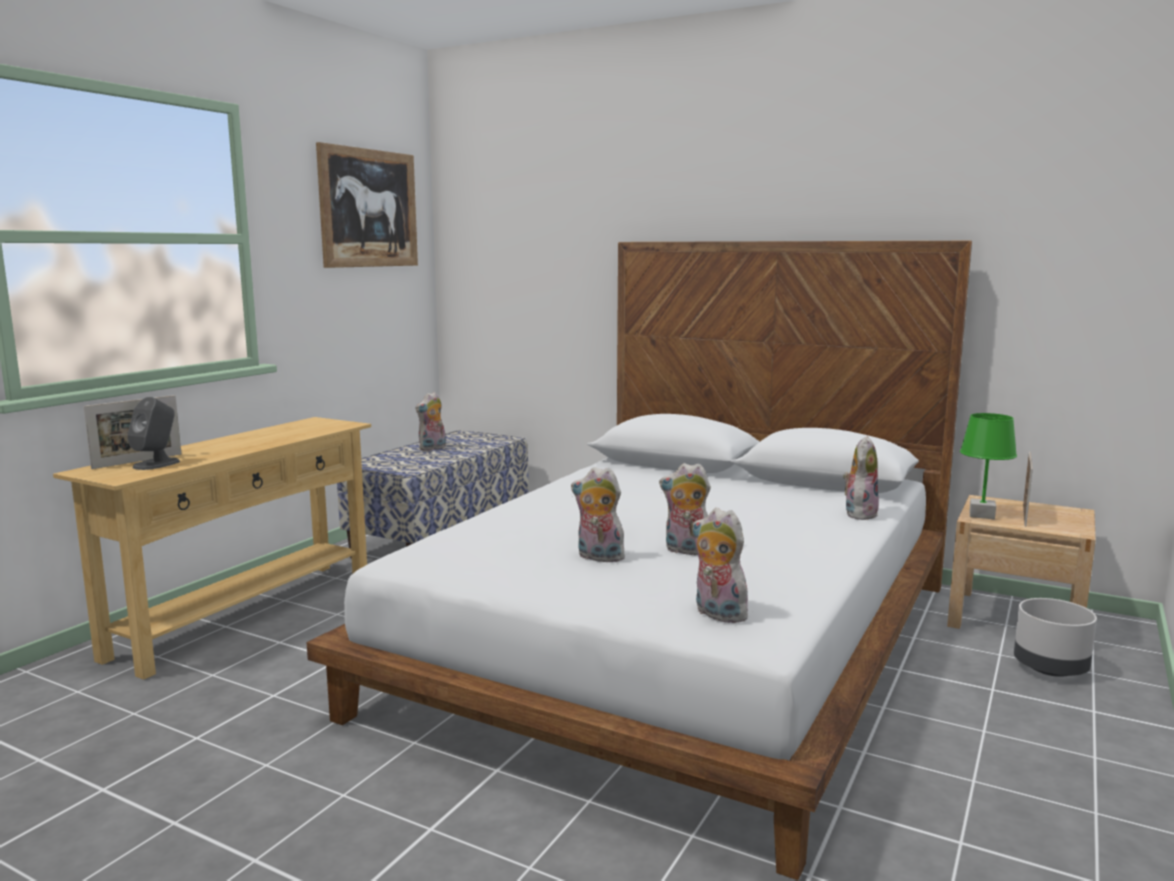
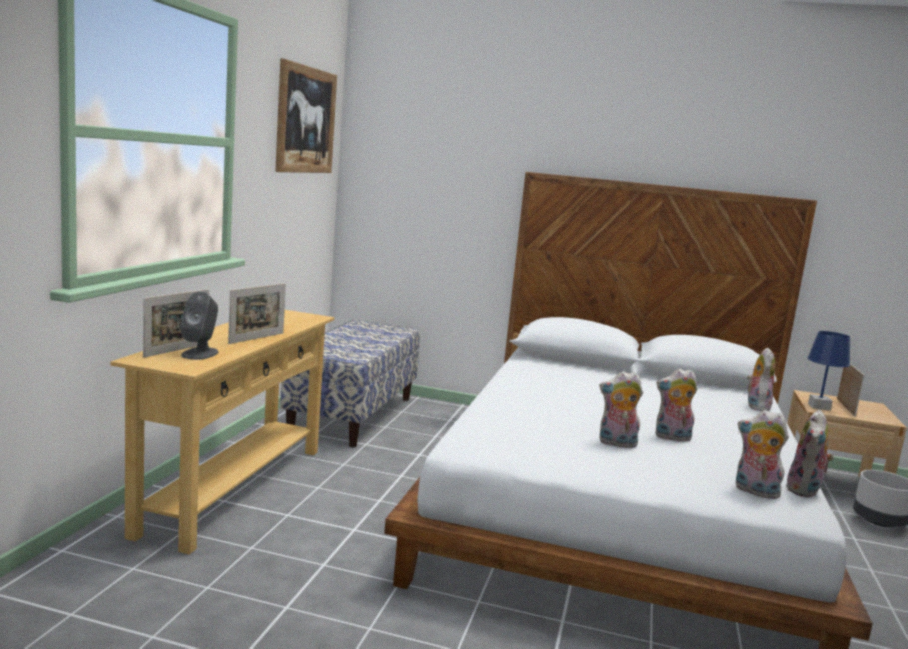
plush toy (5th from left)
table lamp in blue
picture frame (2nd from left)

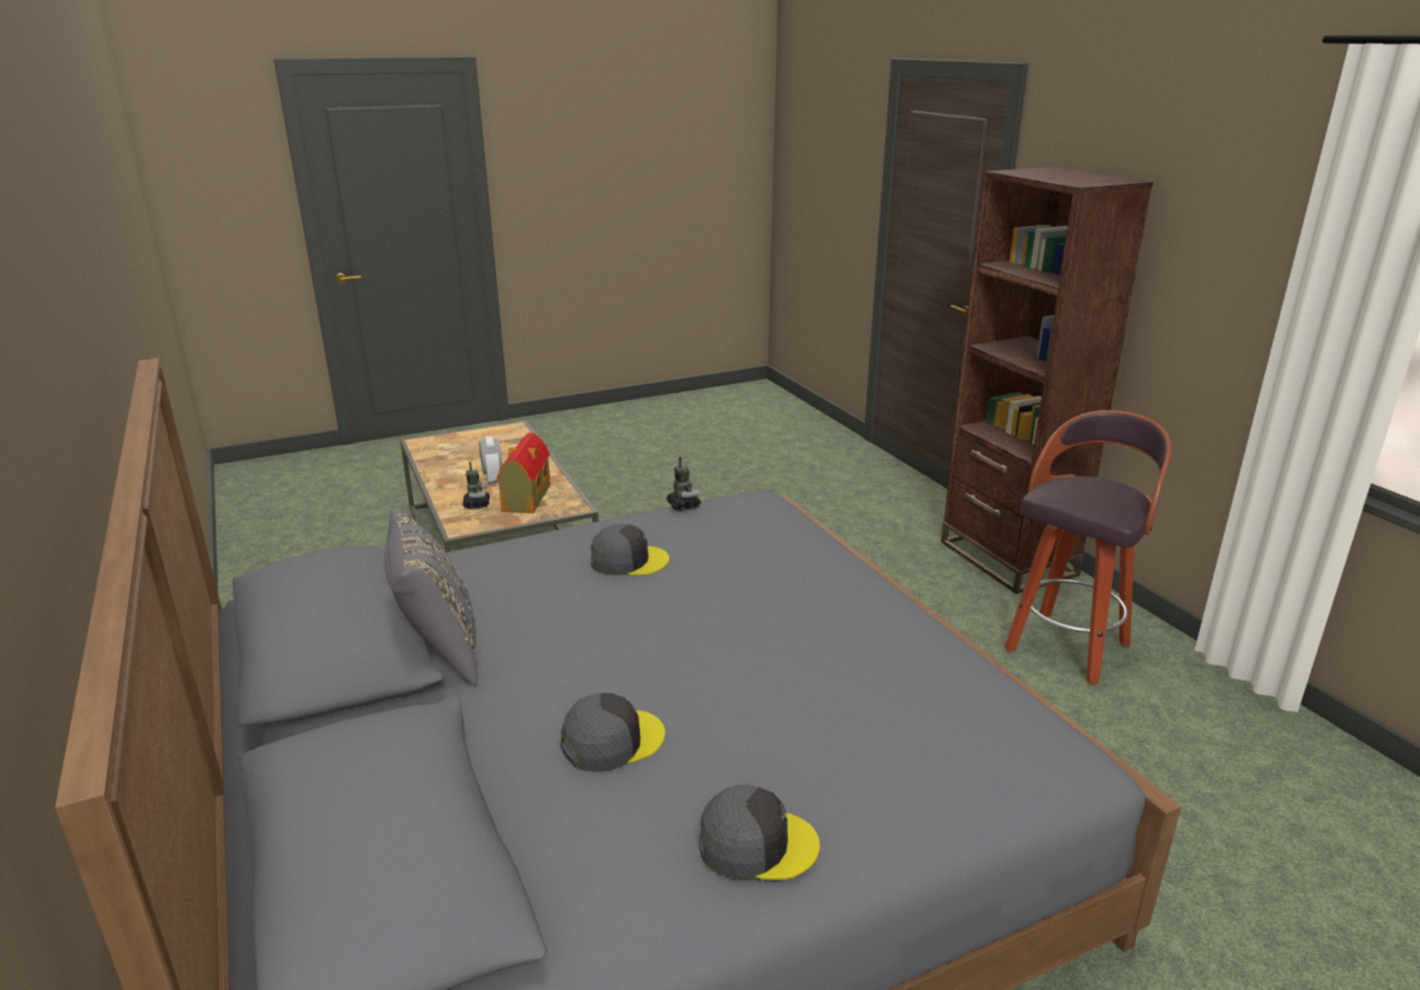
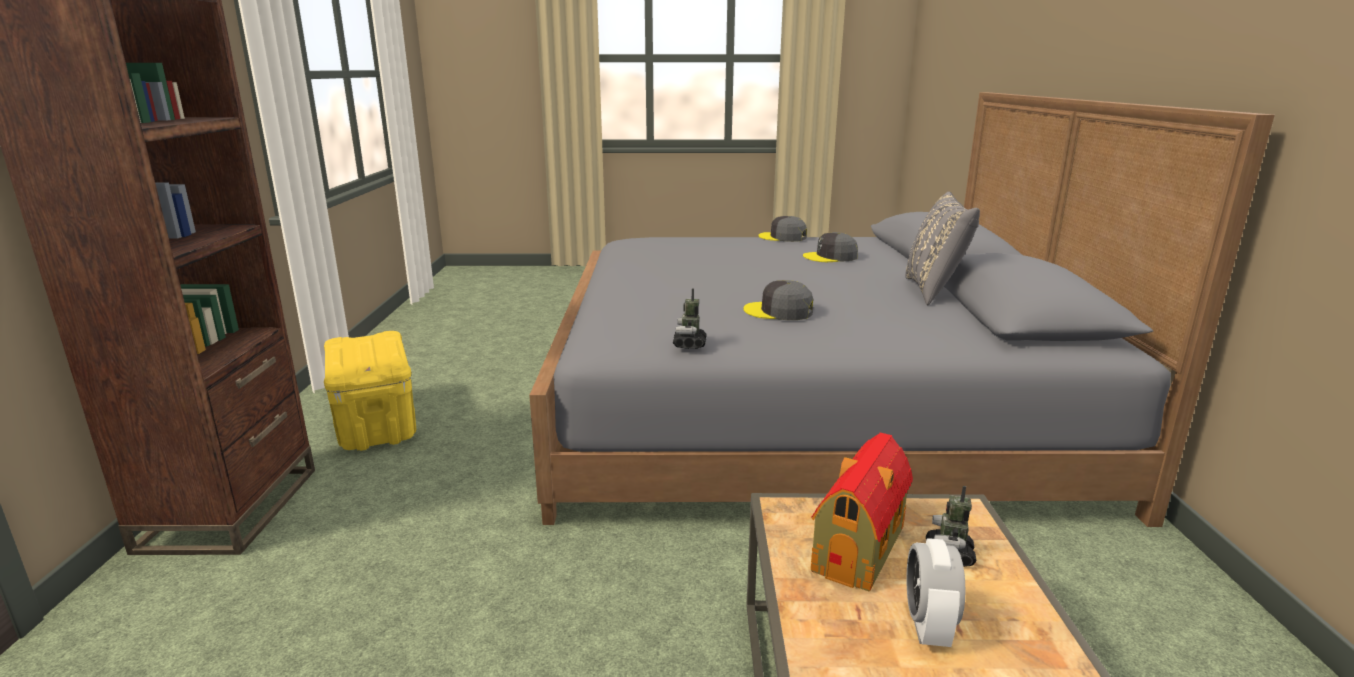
storage box in yellow

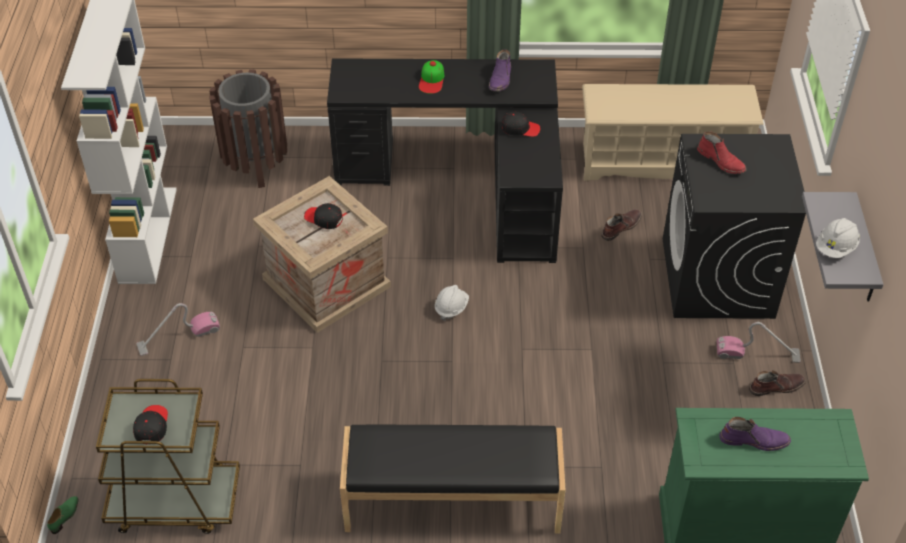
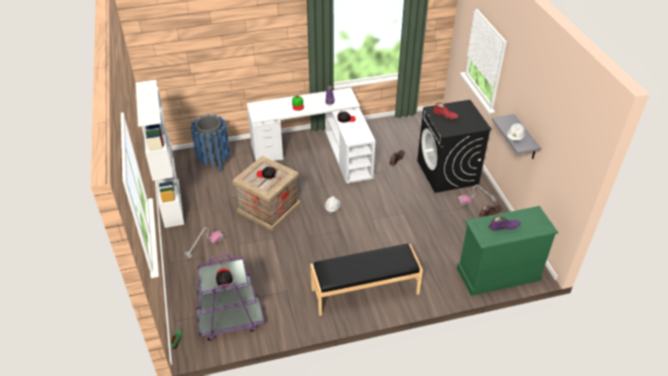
cart in purple
trash can in blue
desk in white
shoe rack in beige

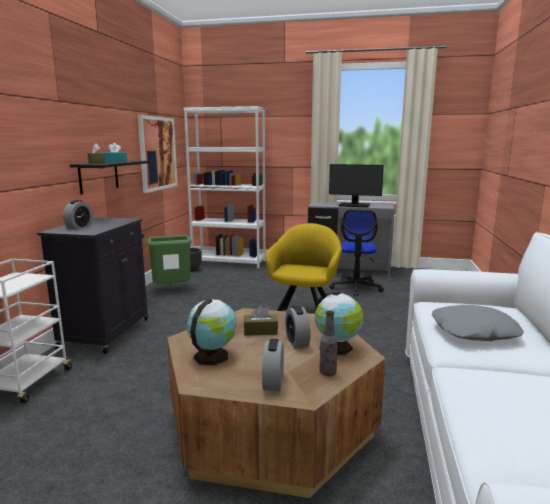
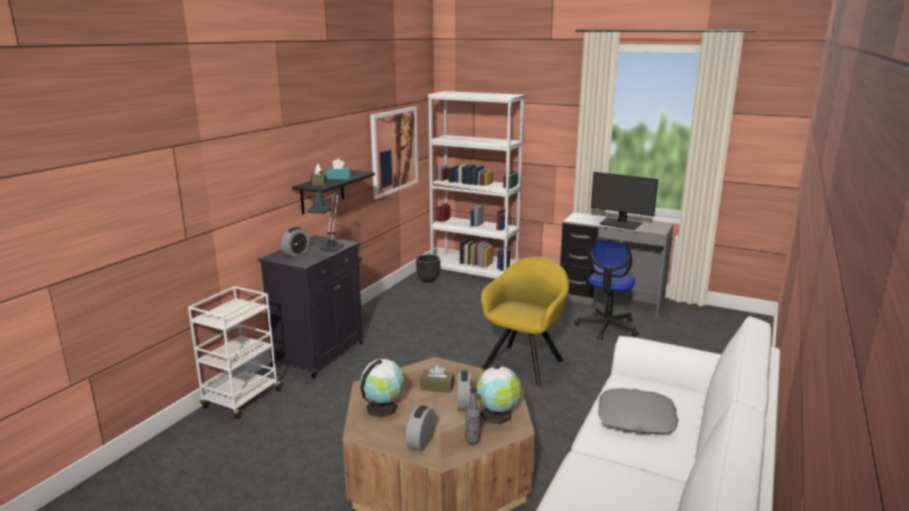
trash can in green
table lamp

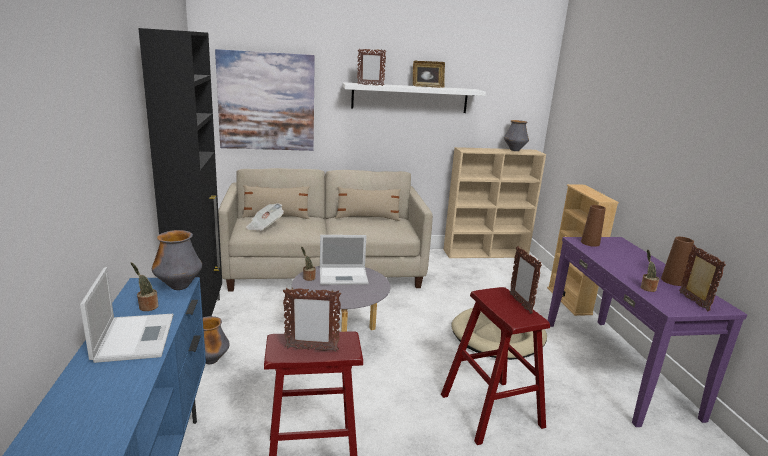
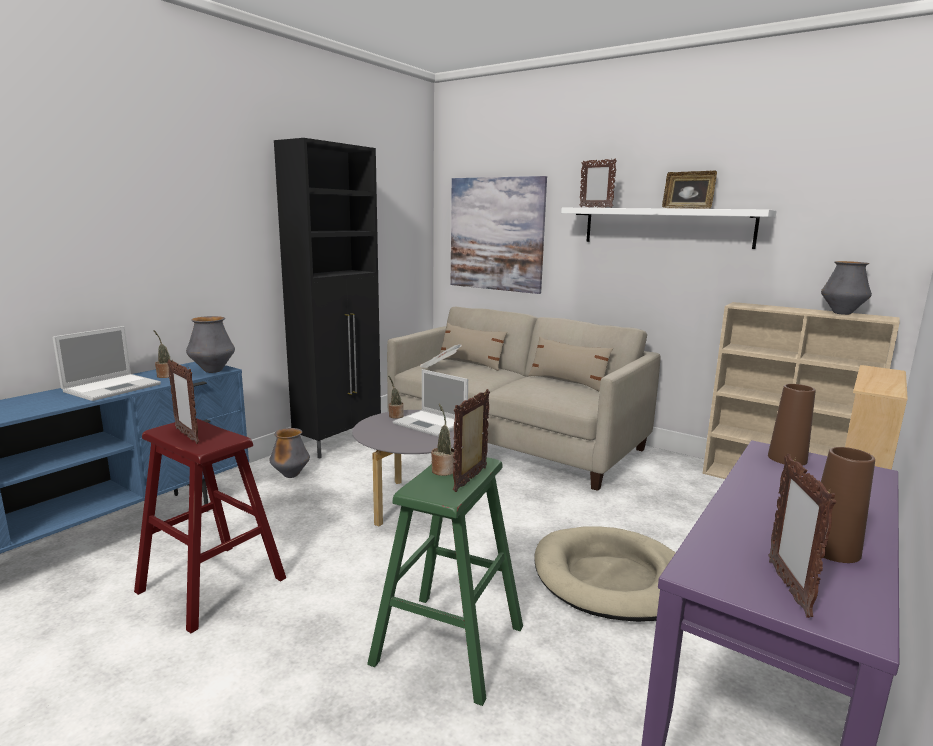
stool in green
potted plant (3rd from left)
picture frame (5th from left)

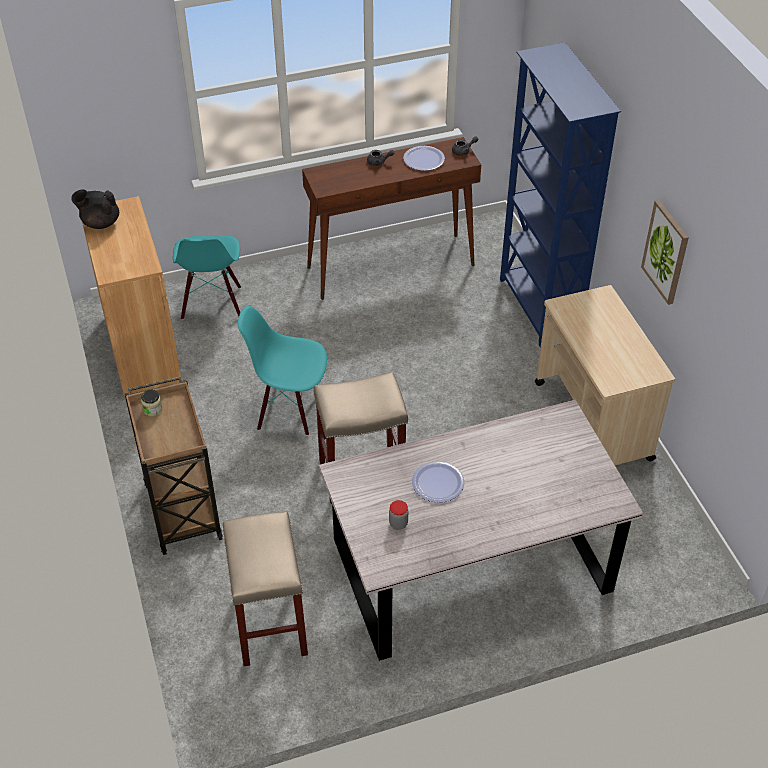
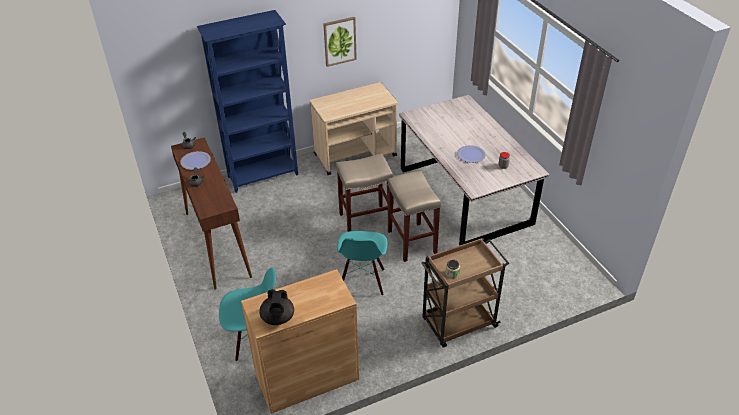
stool in beige (1st from left)

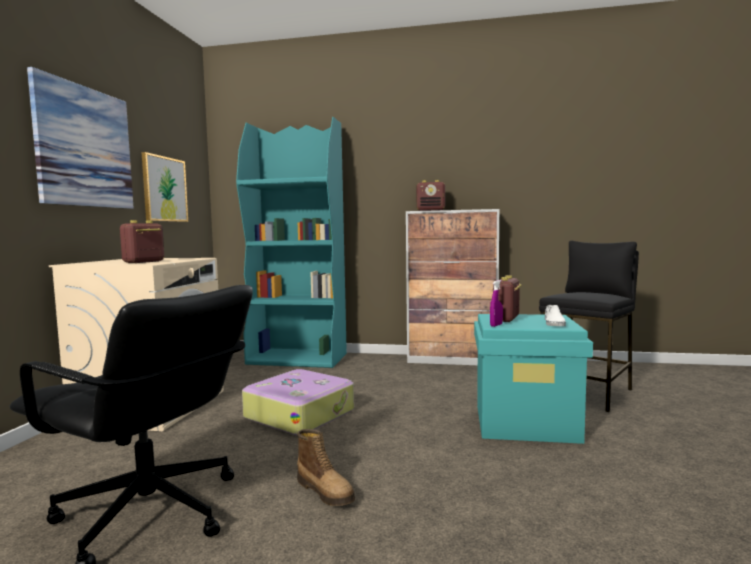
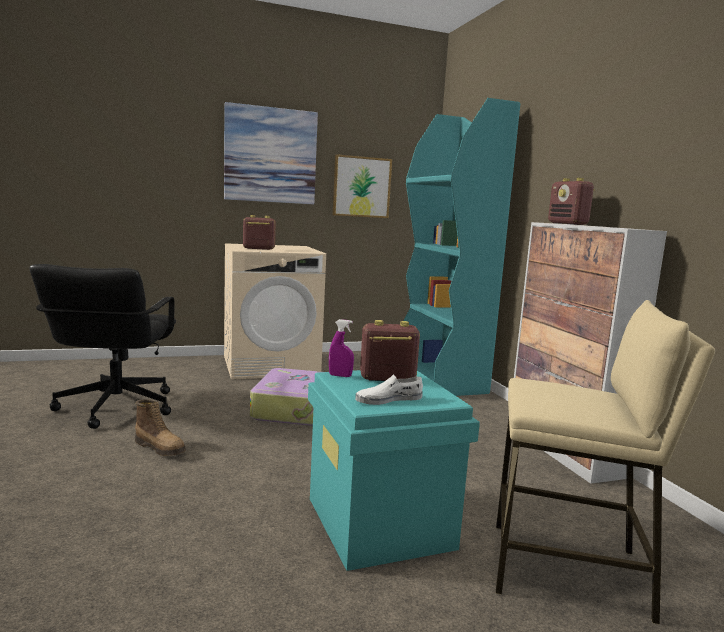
boot
stool in beige

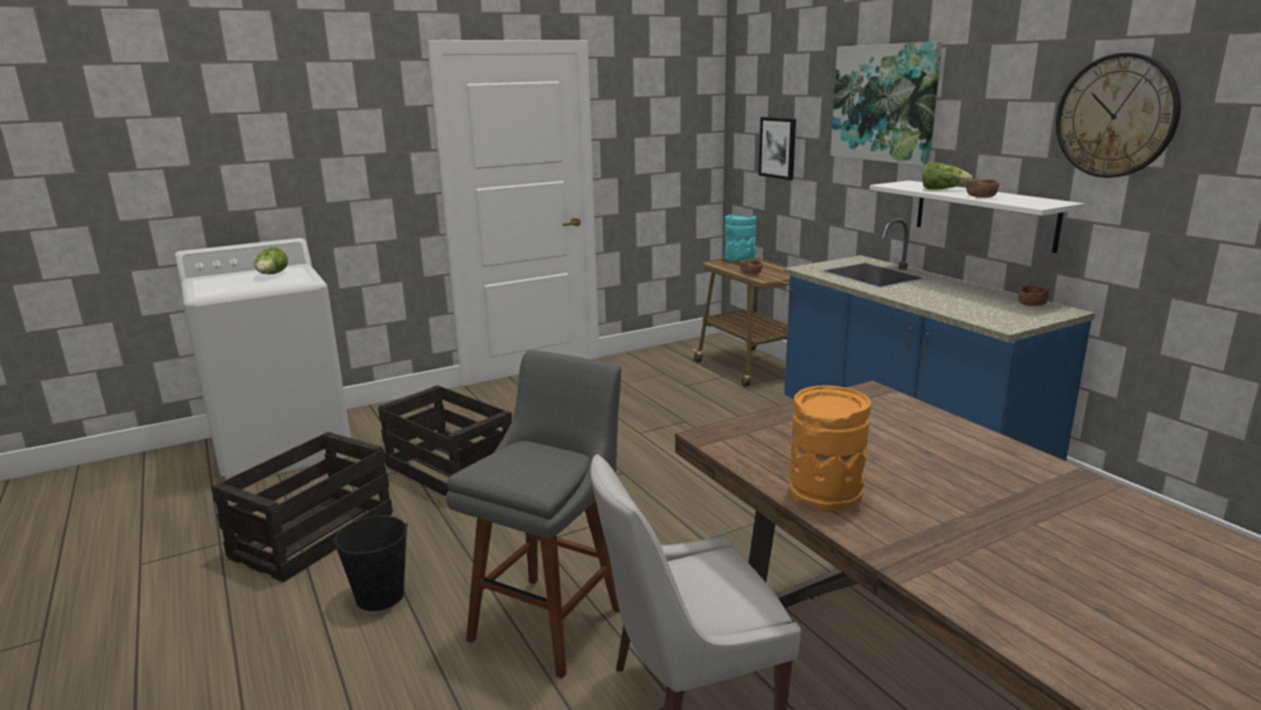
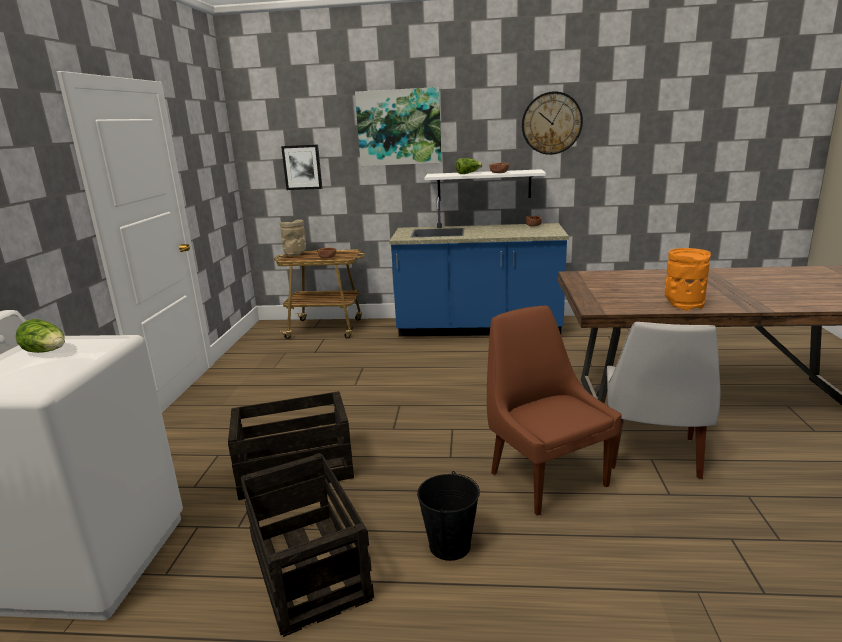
chair in brown
vase in beige

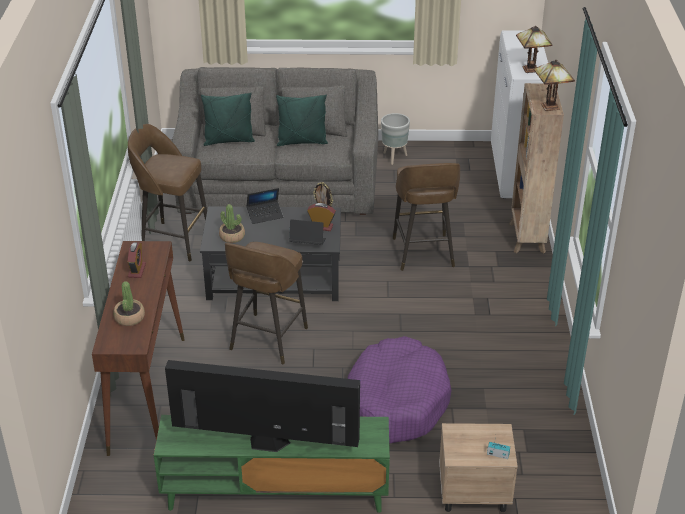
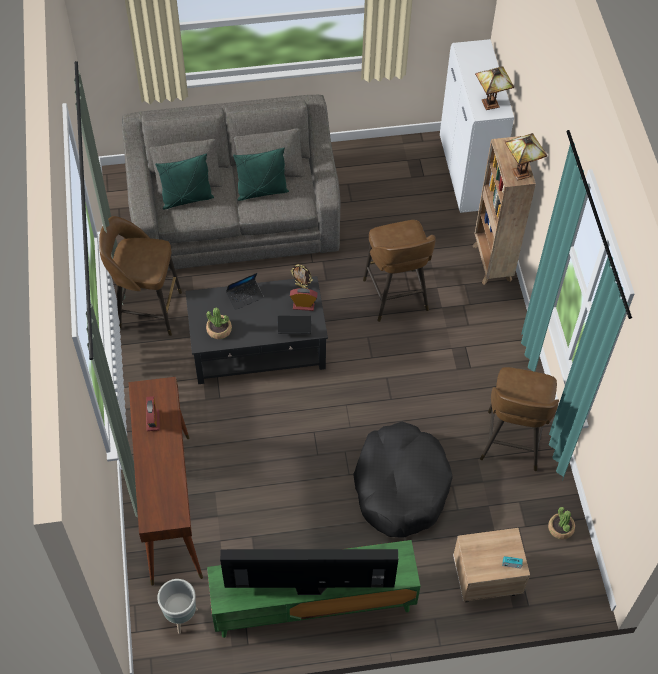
potted plant (2nd from left)
stool in brown (3rd from left)
dog bed in black
planter in grey

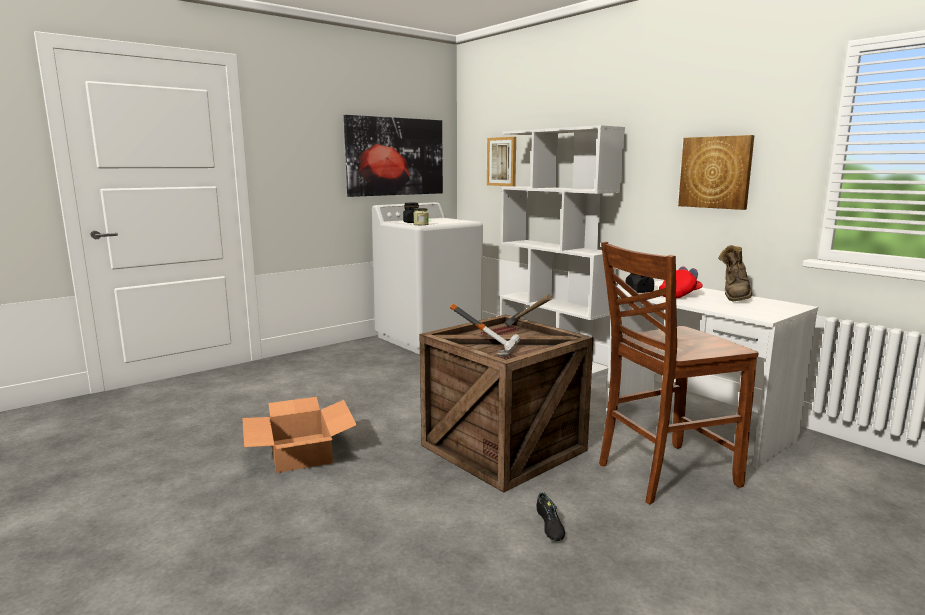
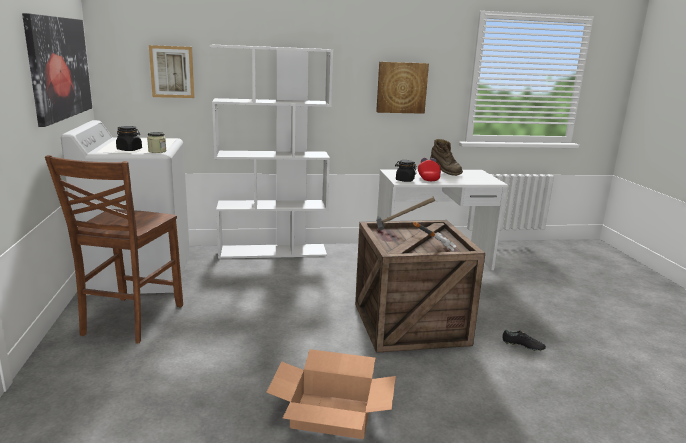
chair in brown

